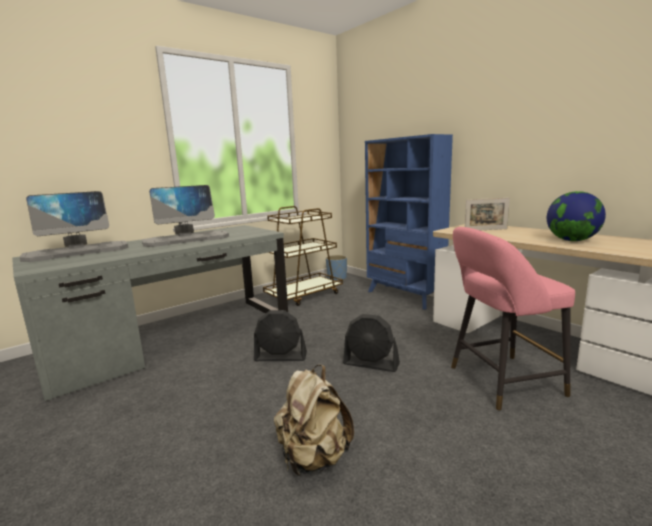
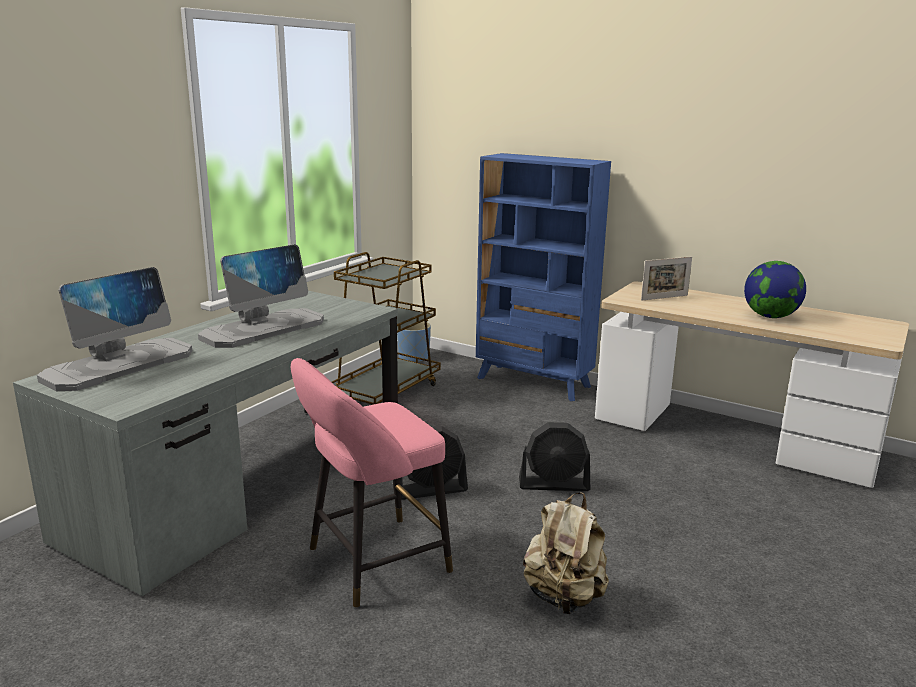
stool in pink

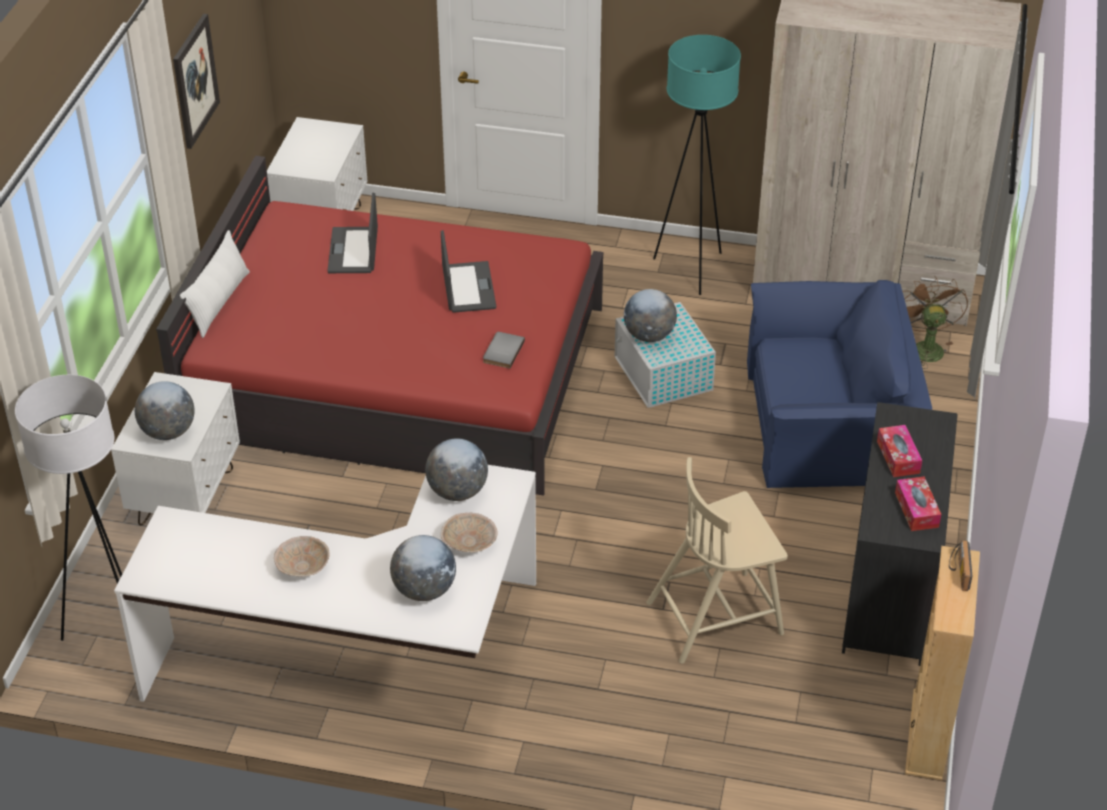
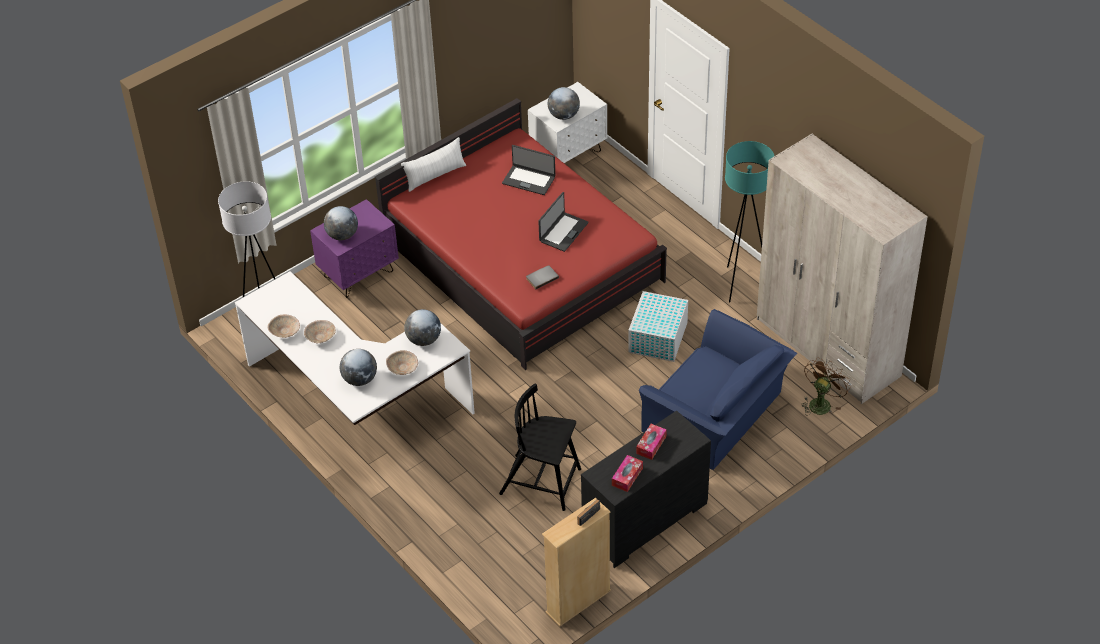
nightstand in purple
picture
laptop (1st from left)
globe (4th from left)
chair in black
bowl in beige (1st from left)

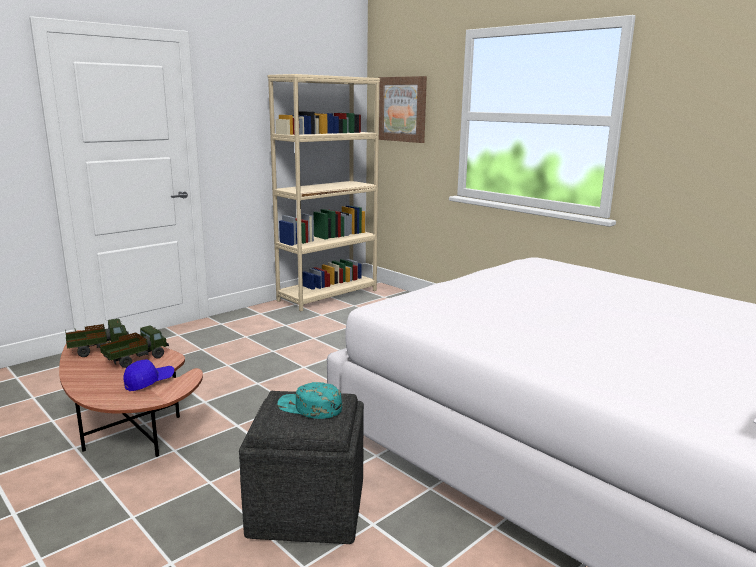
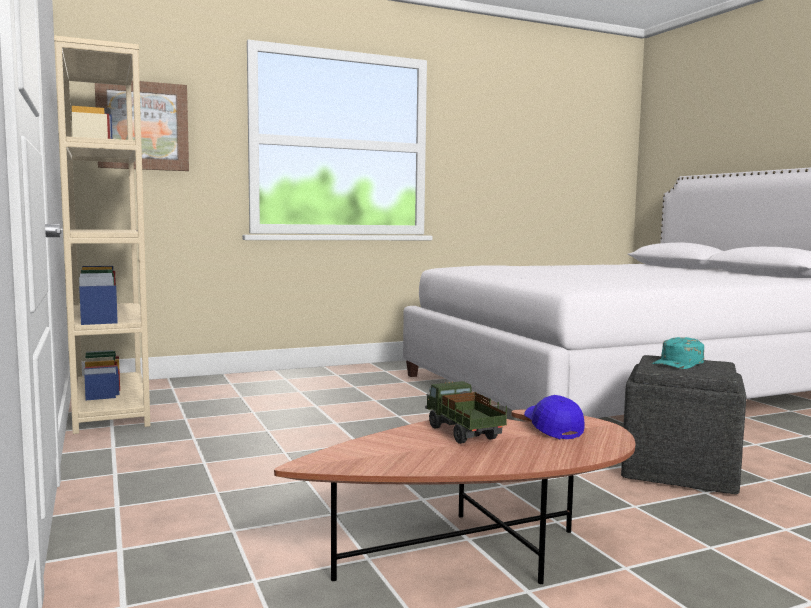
toy truck (1st from left in the first image)

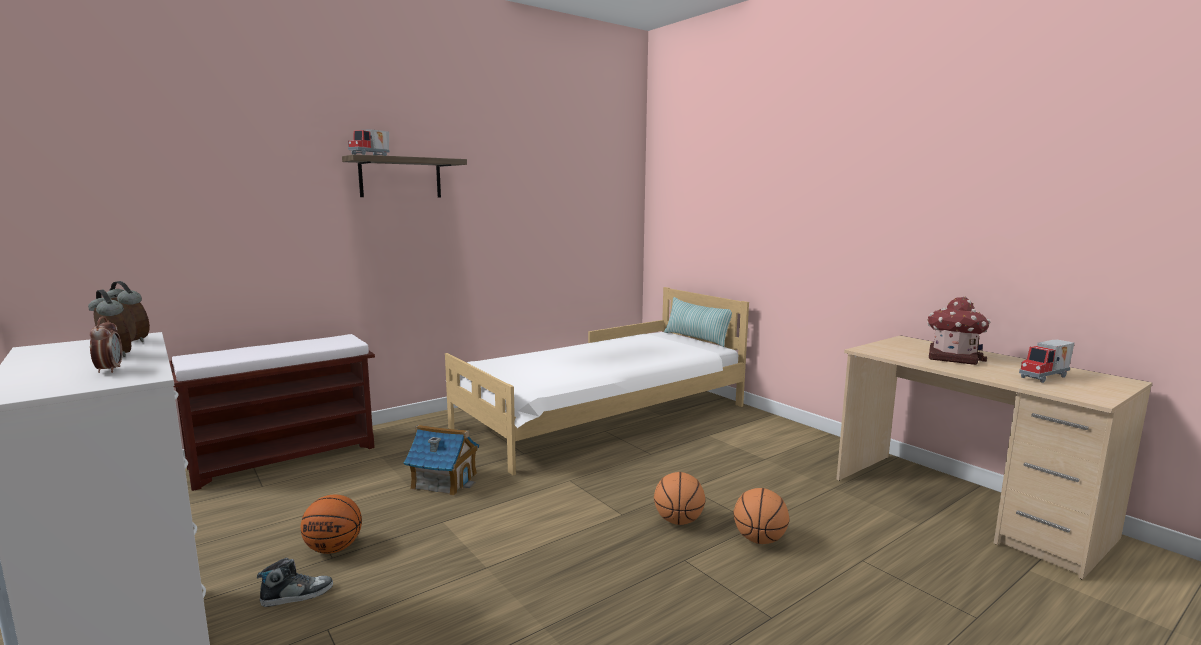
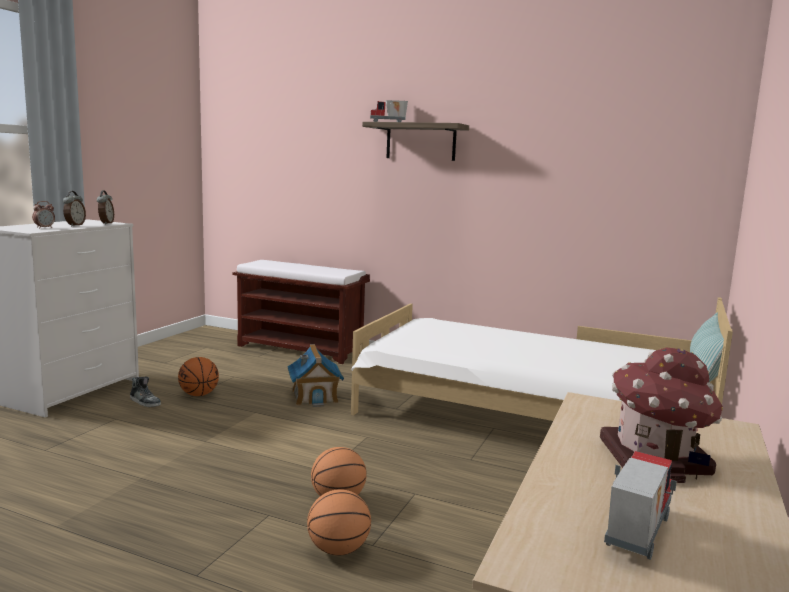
toy truck (2nd from left)

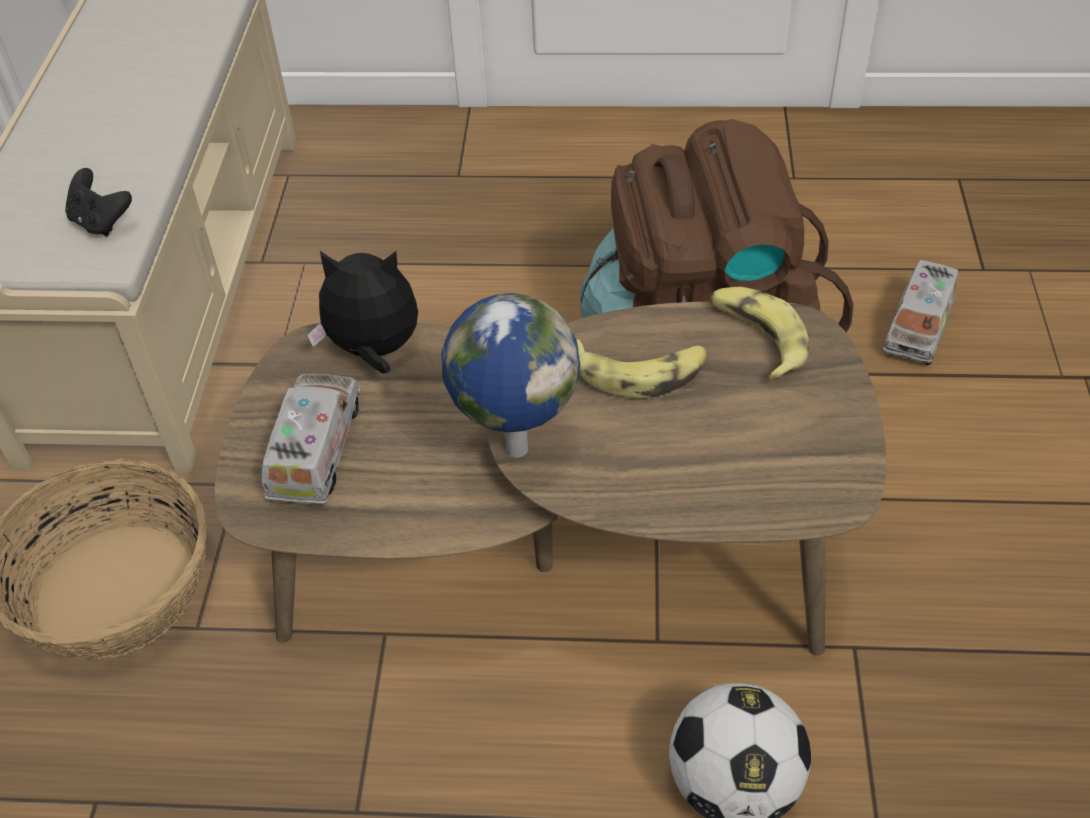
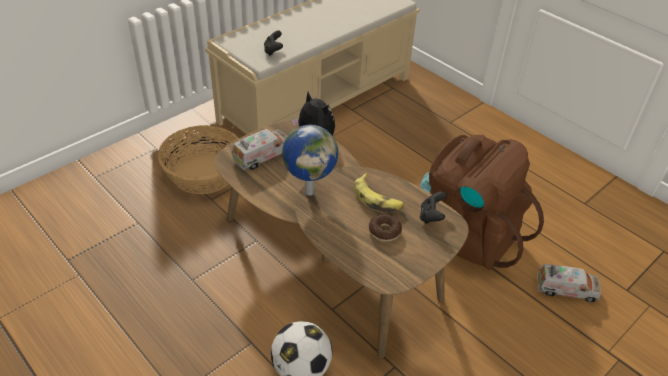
game controller in black (2nd from left)
toy truck (2nd from left)
donut

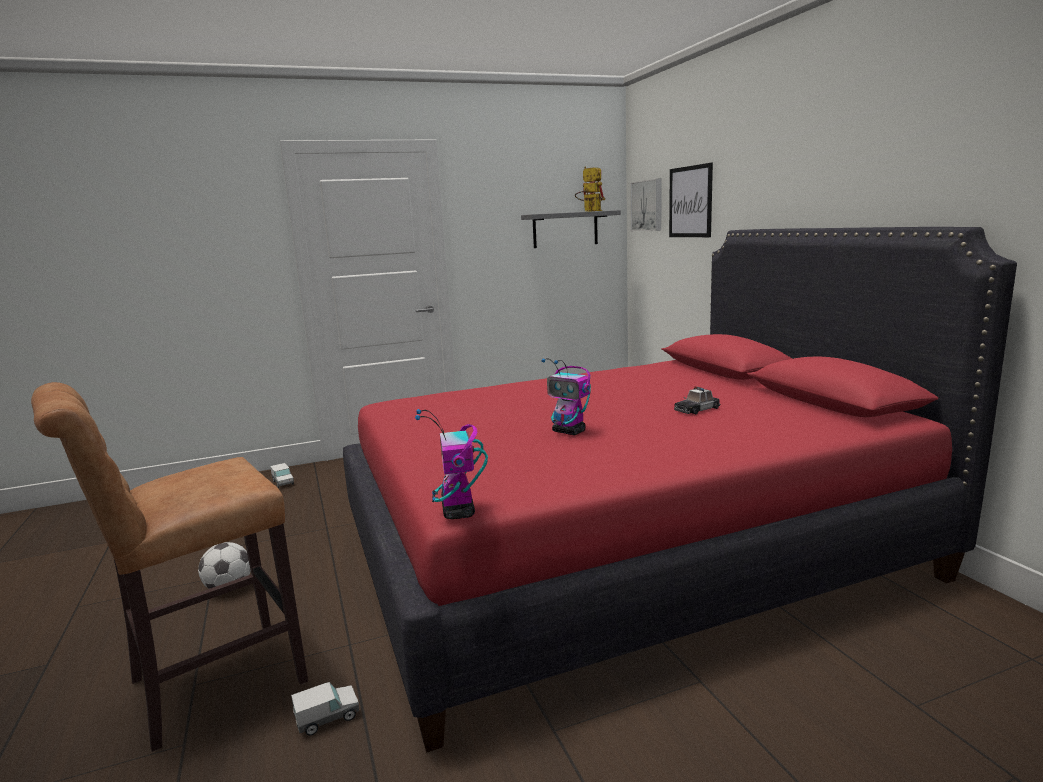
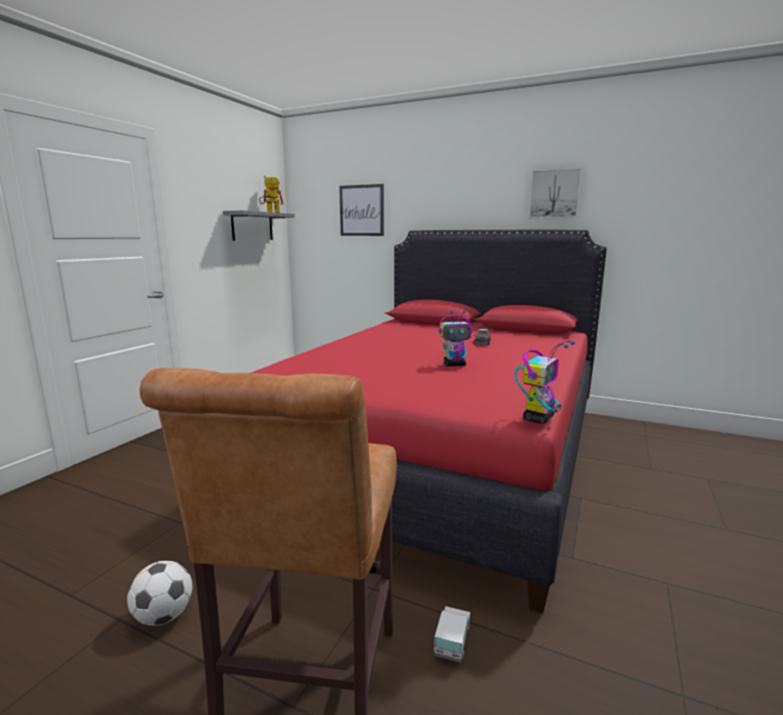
toy truck (1st from left in the first image)
toy robot (3rd from left)
picture (2nd from left)

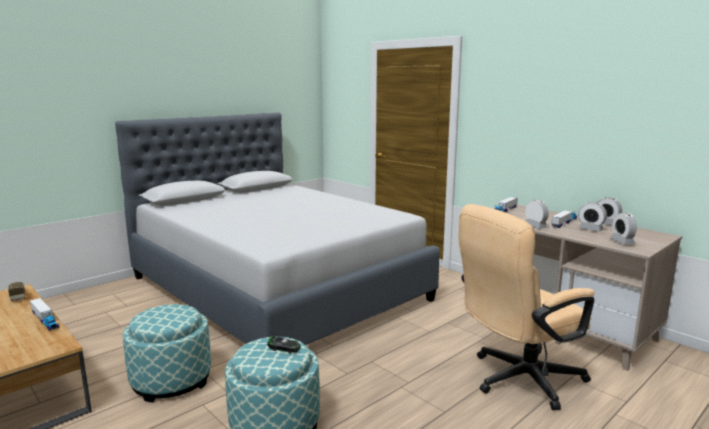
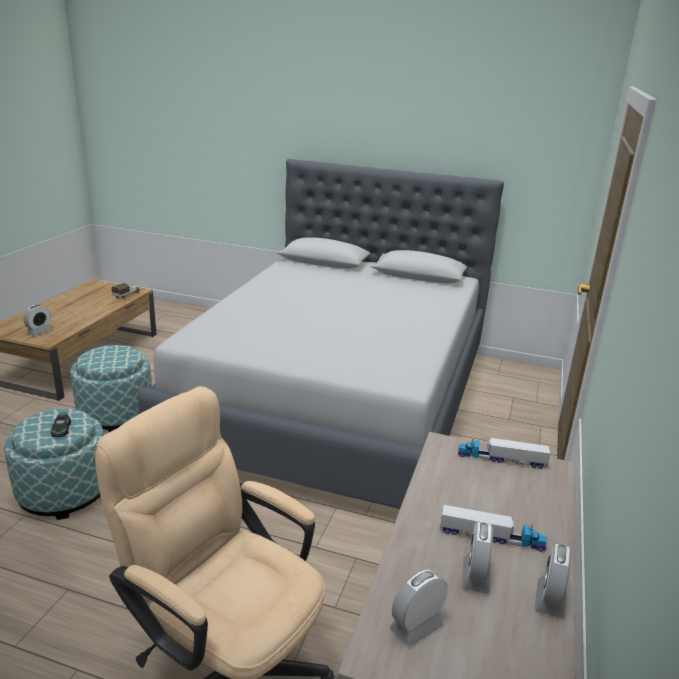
toy truck (2nd from left in the first image)
alarm clock (1st from left)

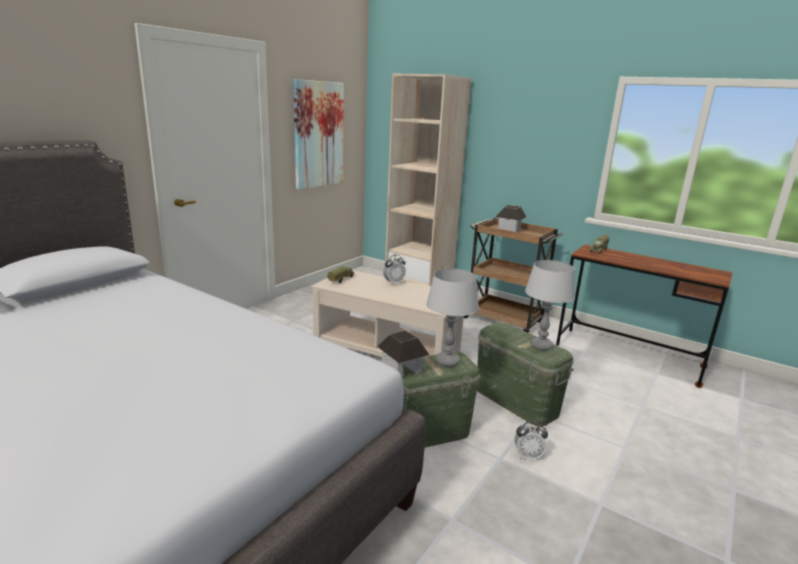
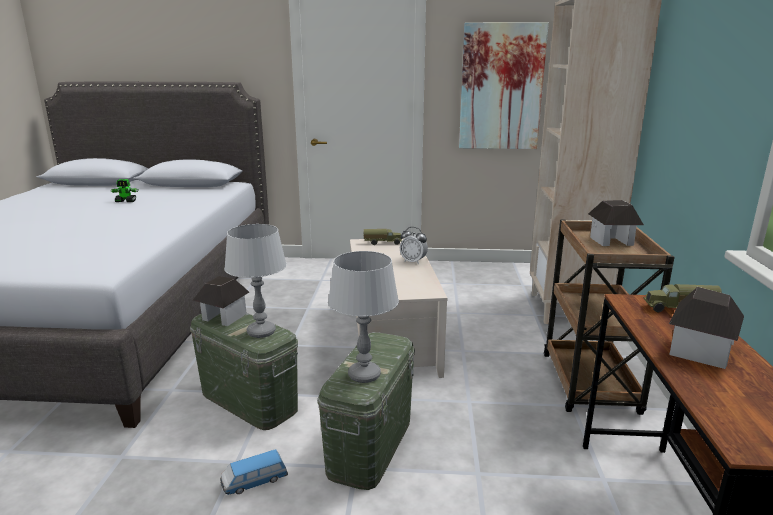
toy car
toy robot
toy house (3rd from left)

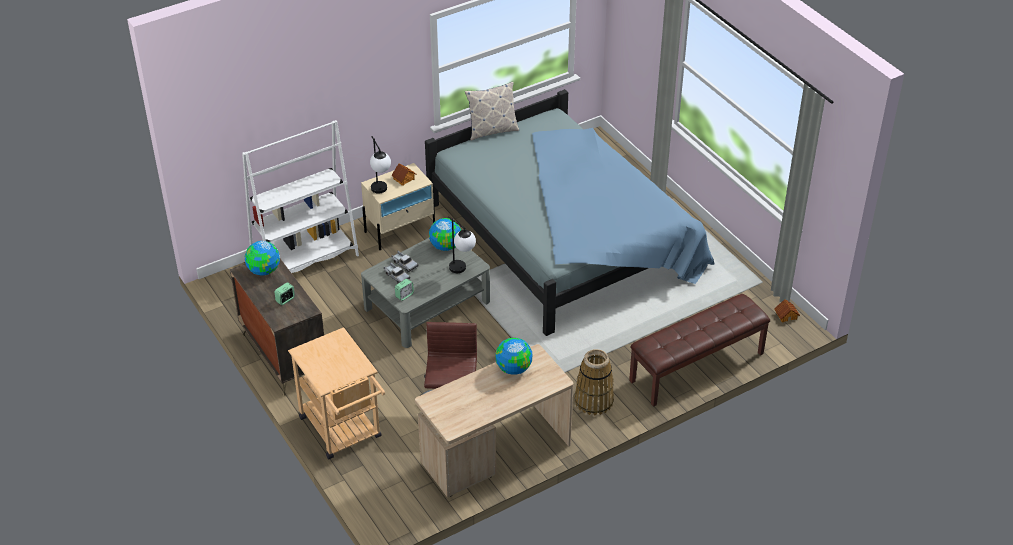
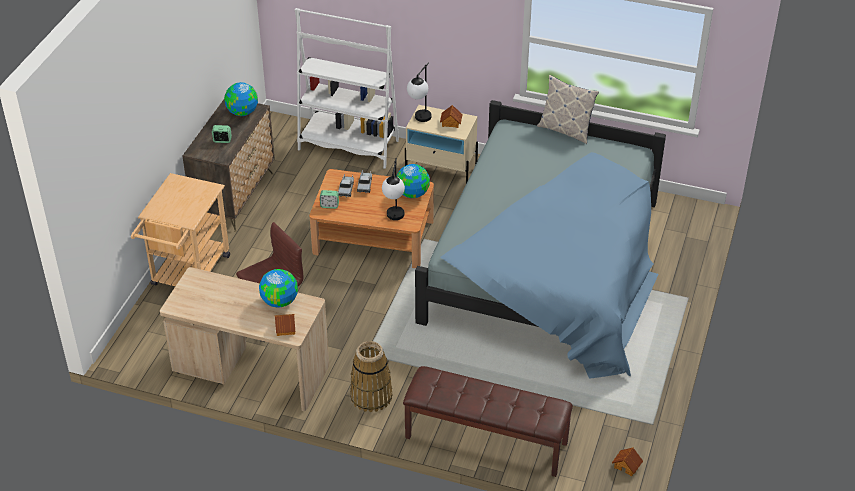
coffee table in brown
toy house (1st from left)

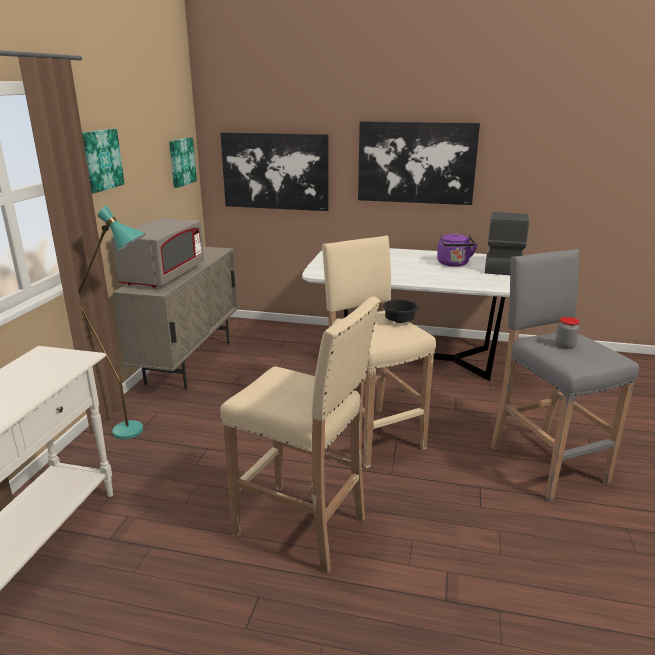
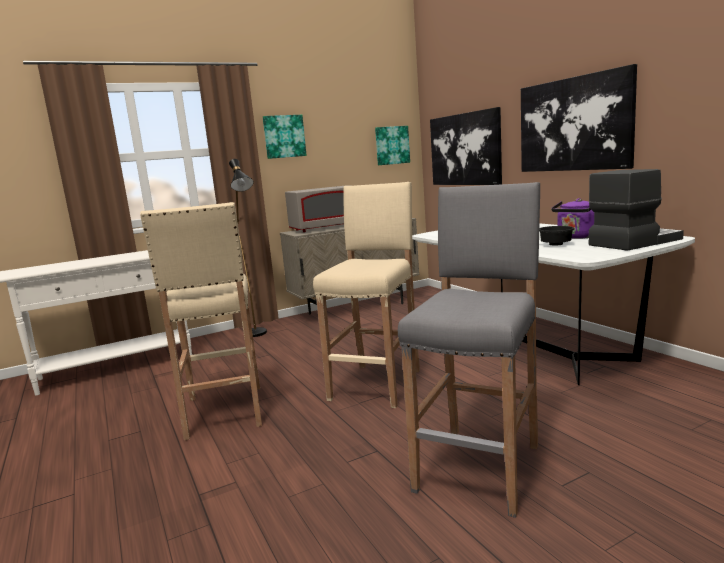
floor lamp in black
bowl in black
jar

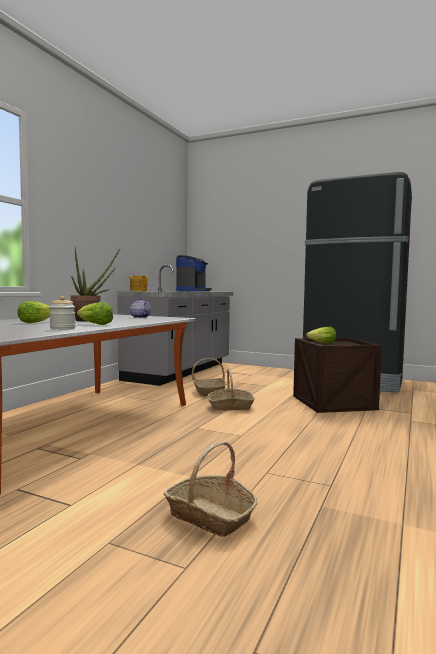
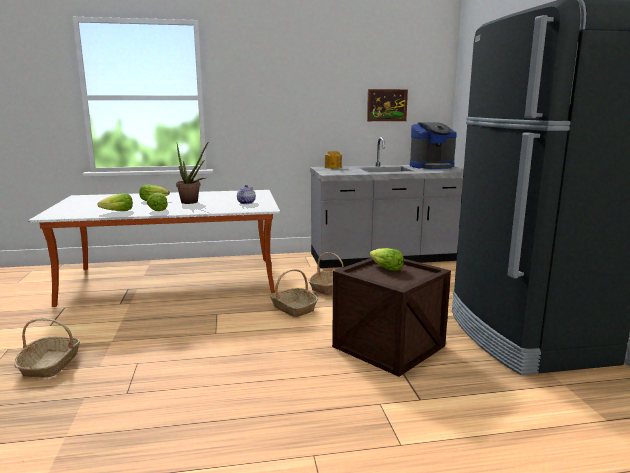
lettuce (1st from left)
picture

